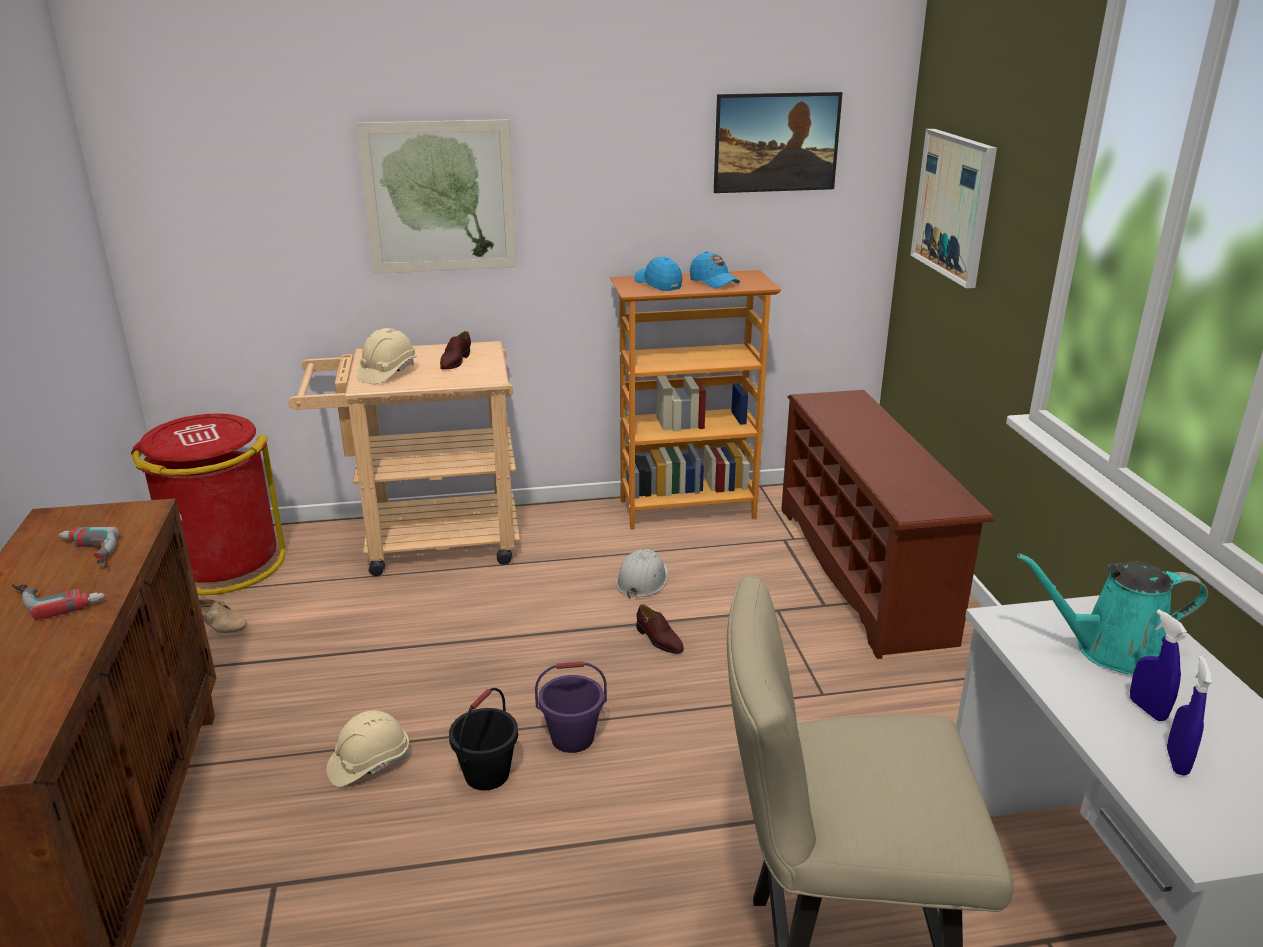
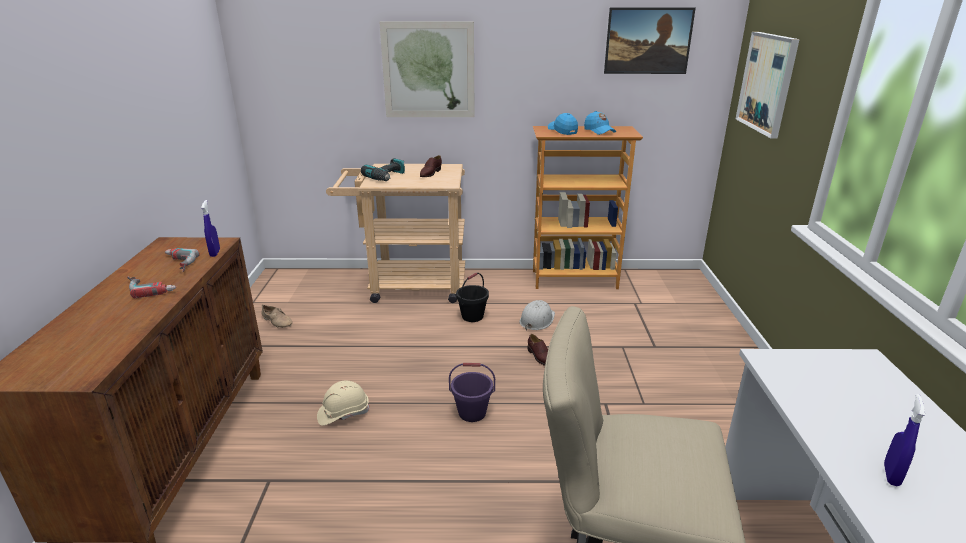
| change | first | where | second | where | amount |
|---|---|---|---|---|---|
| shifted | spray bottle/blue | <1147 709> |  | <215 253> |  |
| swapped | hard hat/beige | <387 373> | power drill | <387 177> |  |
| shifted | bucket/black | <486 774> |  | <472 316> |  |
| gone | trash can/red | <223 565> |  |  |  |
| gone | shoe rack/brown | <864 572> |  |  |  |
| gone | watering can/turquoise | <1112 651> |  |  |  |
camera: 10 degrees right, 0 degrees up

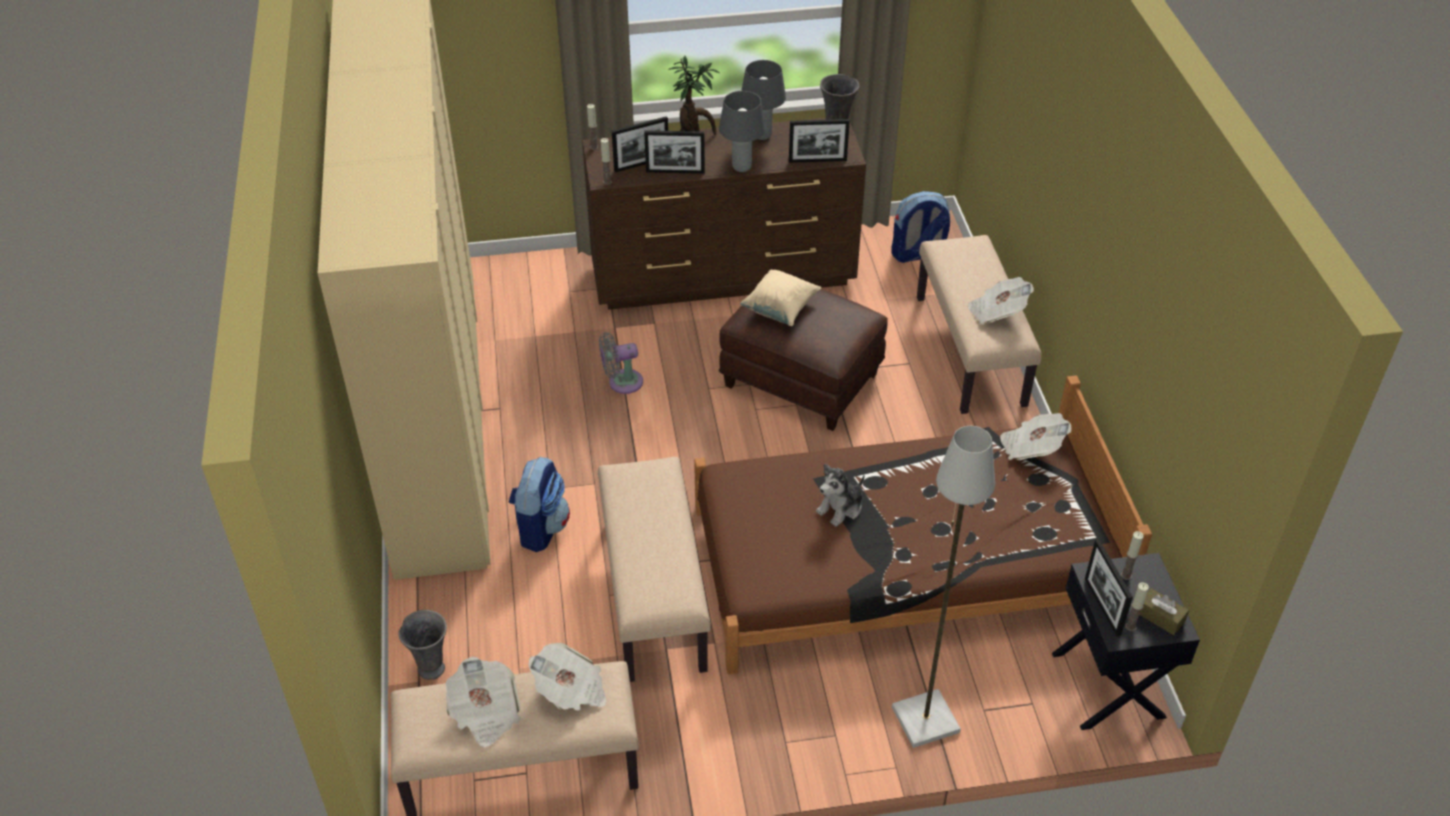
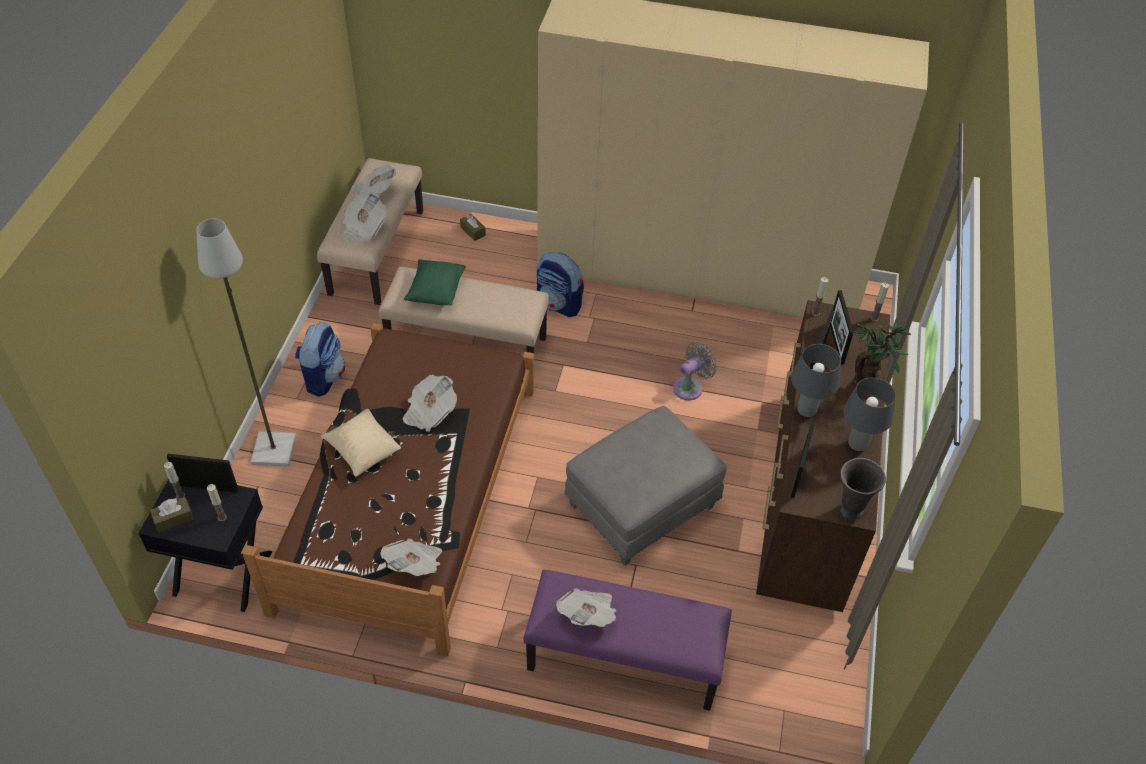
| change | first | where | second | where | amount |
|---|---|---|---|---|---|
| shifted | backpack | <917 255> |  | <323 377> |  |
| shifted | pillow/beige | <780 309> |  | <363 451> |  |
| swapped | plush toy | <840 508> | newspaper | <429 412> |  |
| new |  |  | pillow/green | <436 292> |  |
| swapped | vase/grey | <431 667> | tissue box/brown | <473 231> |  |
| repainted | bench/beige | <971 351> | bench/purple | <623 660> |  |
| repainted | ottoman/brown | <803 380> | ottoman/grey | <641 508> |  |
| rotated | fan/grey | <622 382> |  | <690 387> | 45 degrees clockwise |
camera: 110 degrees right, 5 degrees up

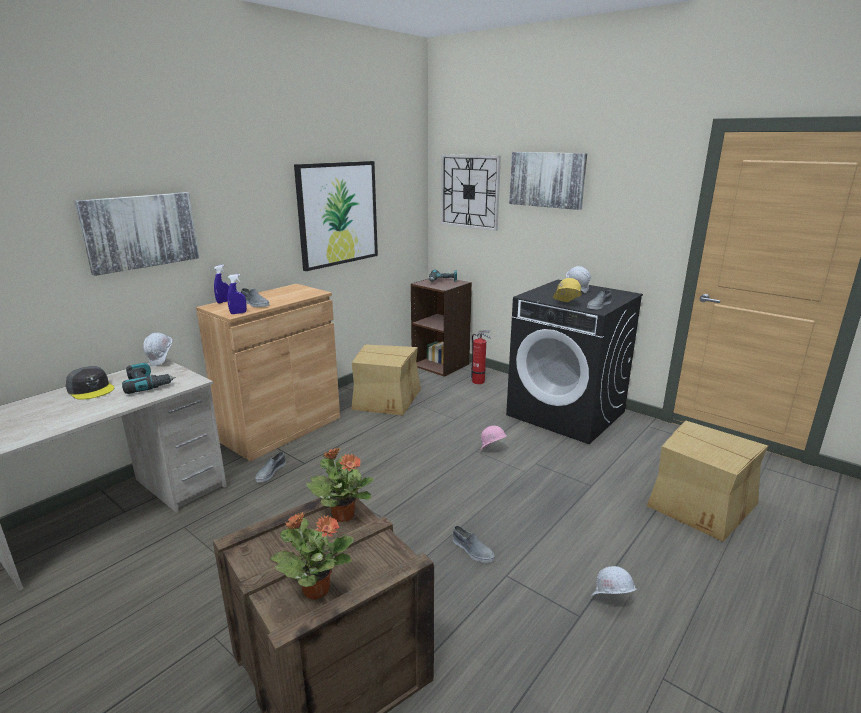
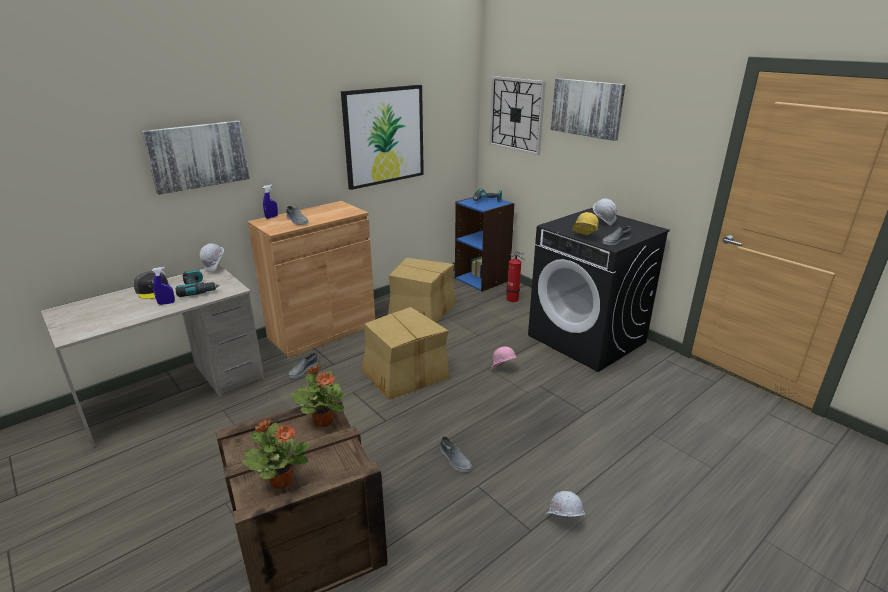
| change | first | where | second | where | amount |
|---|---|---|---|---|---|
| shifted | spray bottle/blue | <238 313> |  | <166 303> |  |
| shifted | cardboard box | <700 504> |  | <404 373> |  |
| repainted | bookcase/brown | <441 364> | bookcase/blue | <482 279> |  |
camera: 10 degrees right, 5 degrees up

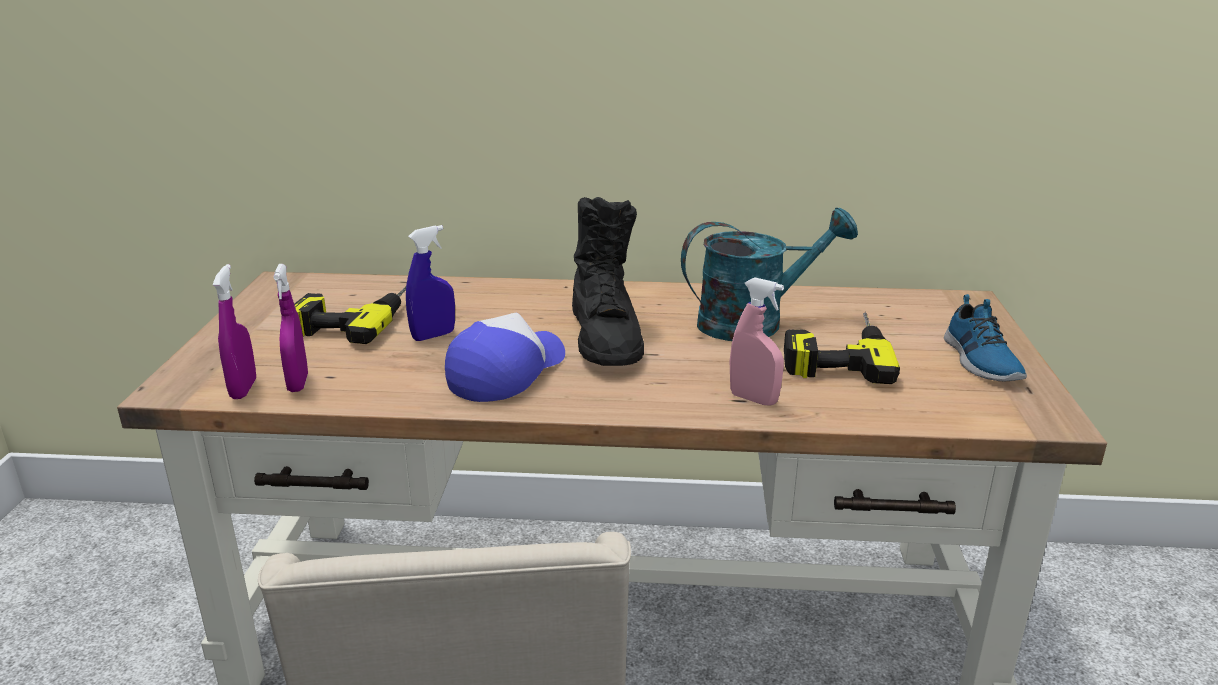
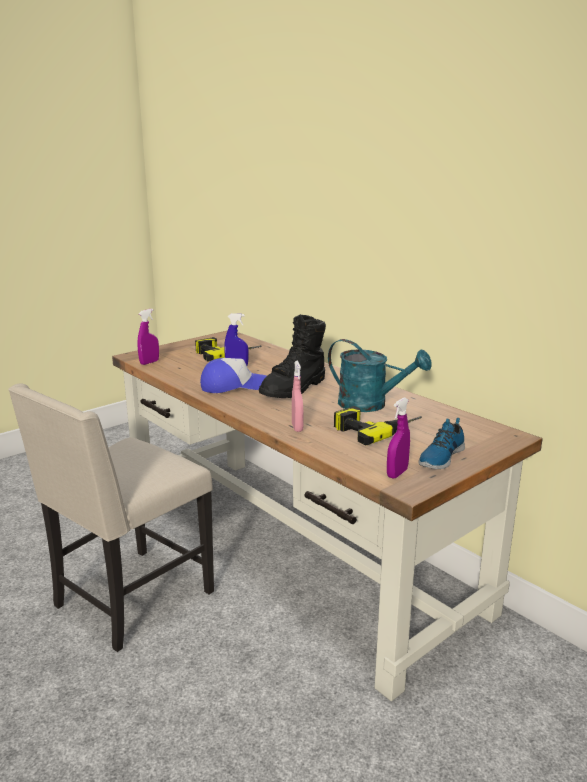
| change | first | where | second | where | amount |
|---|---|---|---|---|---|
| shifted | spray bottle/purple | <298 383> |  | <397 473> |  |
camera: 45 degrees right, 5 degrees down

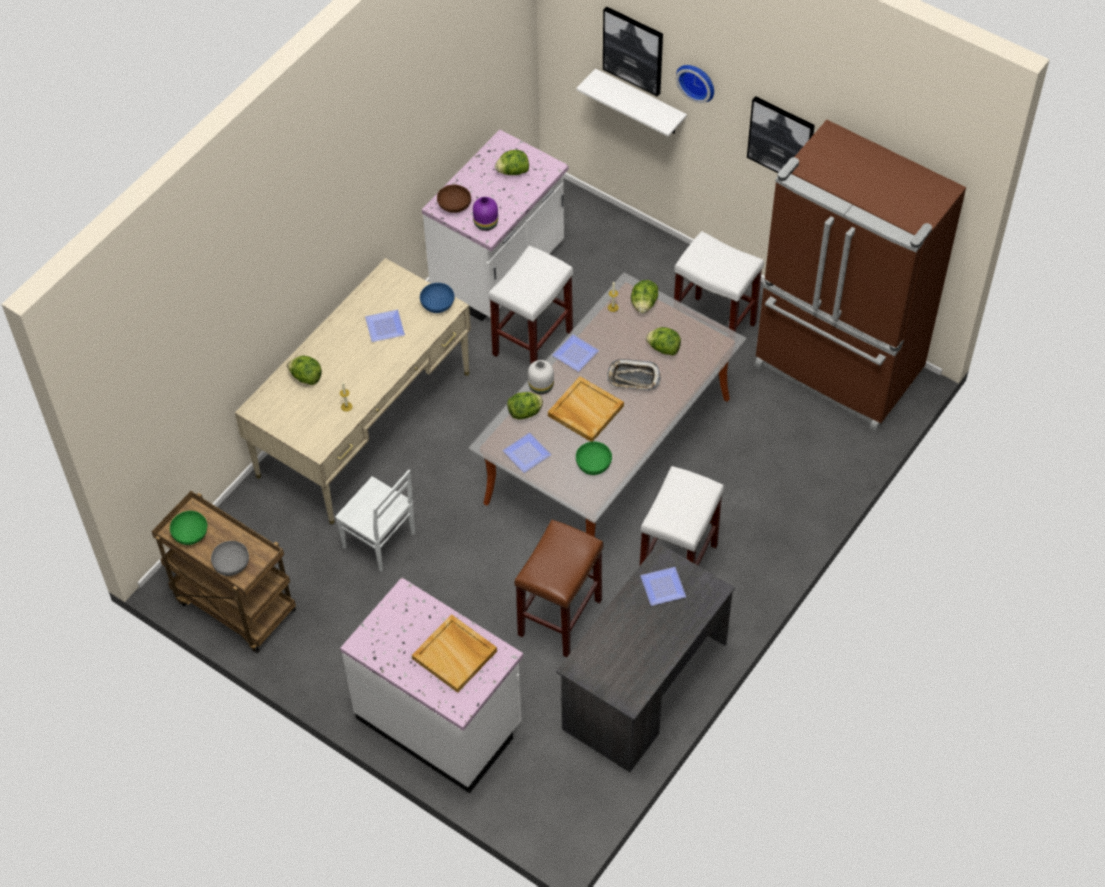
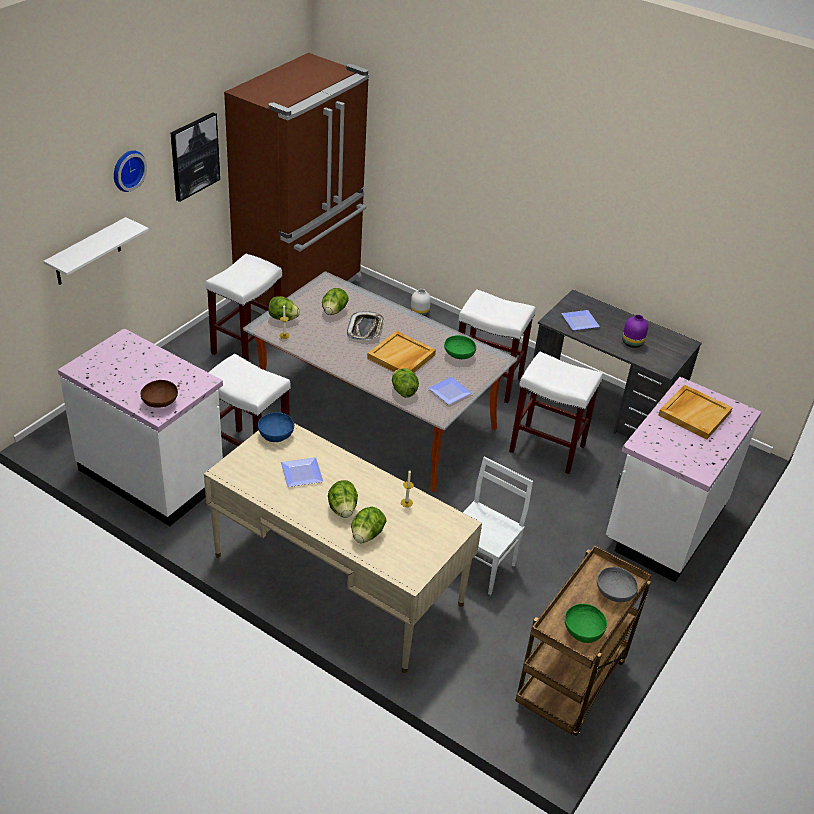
| change | first | where | second | where | amount |
|---|---|---|---|---|---|
| shifted | lettuce | <513 172> |  | <343 509> |  |
| shifted | vase/white | <540 386> |  | <419 314> |  |
| repainted | stool/brown | <560 616> | stool/white | <546 448> |  |
| shifted | vase/purple | <486 223> |  | <631 343> |  |
| gone | plate | <573 354> |  |  |  |
| gone | picture | <633 50> |  |  |  |
camera: 95 degrees left, 15 degrees down

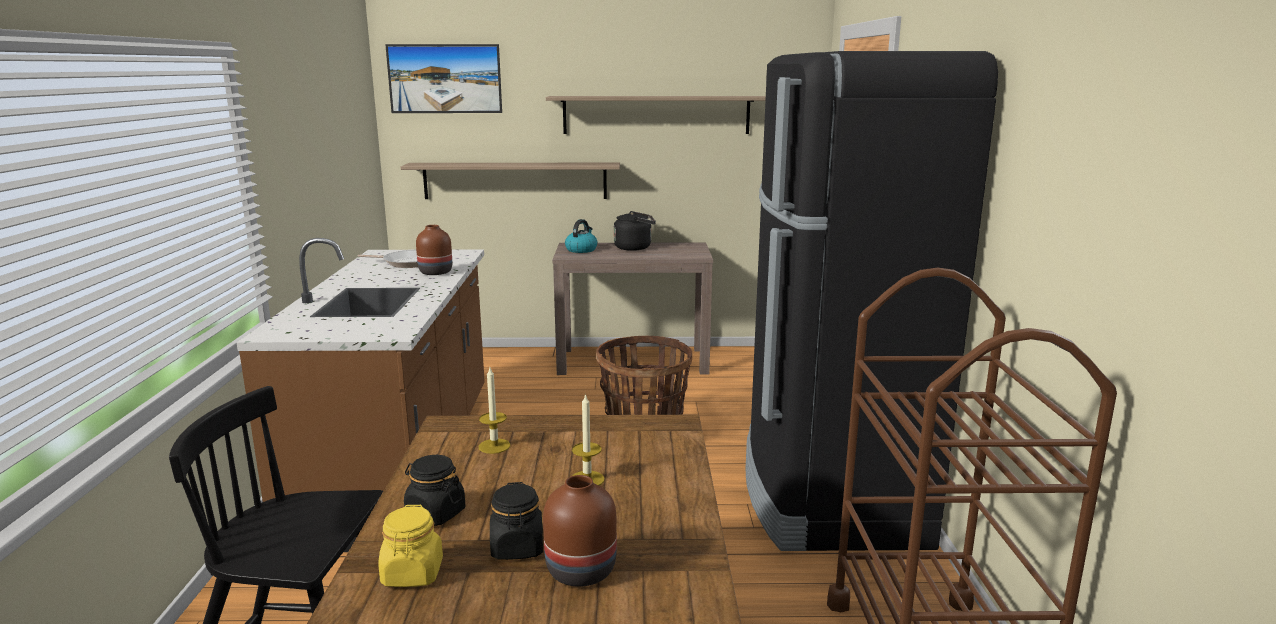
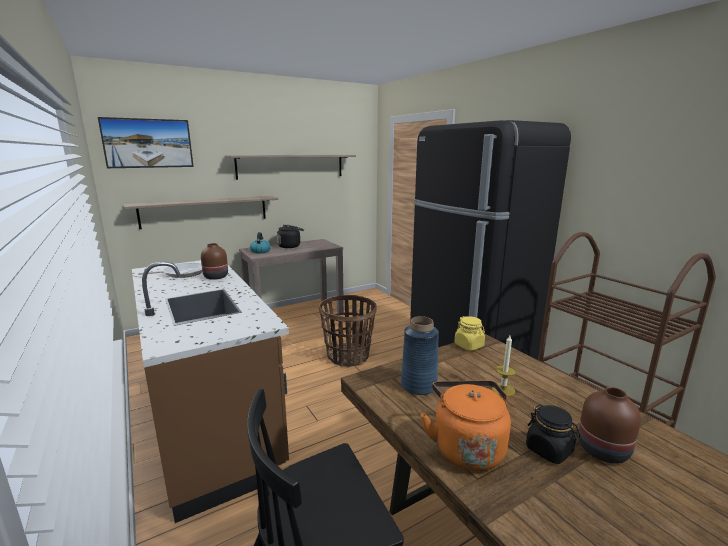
| change | first | where | second | where | amount |
|---|---|---|---|---|---|
| swapped | candle | <494 446> | vase/blue | <418 385> |  |
| swapped | jar/black | <435 513> | kettle/orange | <466 447> |  |
| shifted | jar/yellow | <412 574> |  | <469 345> |  |
camera: 30 degrees left, 0 degrees up

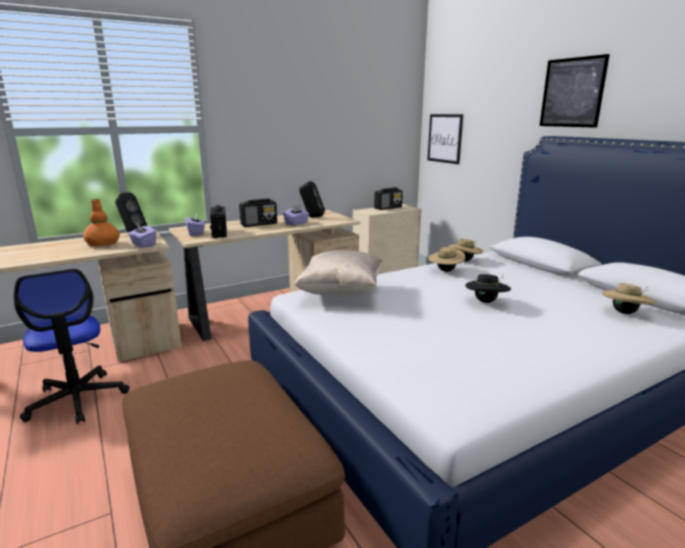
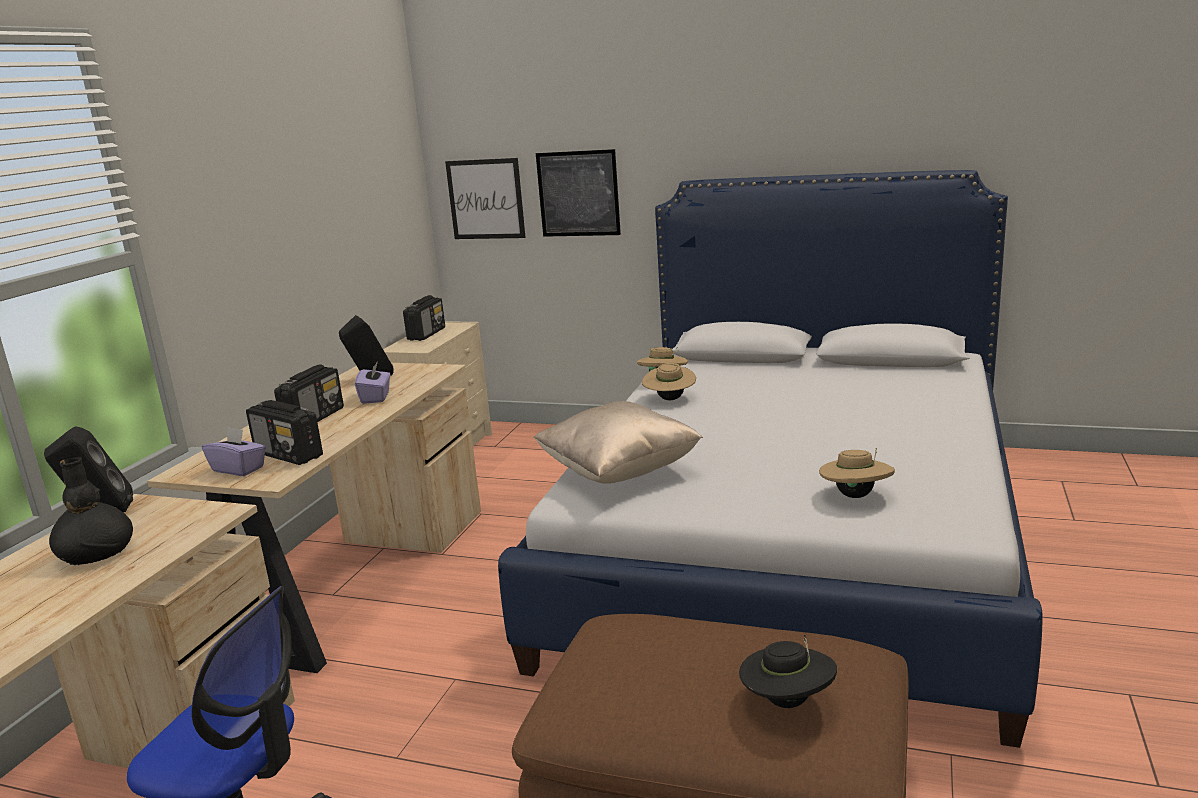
| change | first | where | second | where | amount |
|---|---|---|---|---|---|
| repainted | vase/orange | <102 244> | vase/black | <96 553> |  |
| shifted | picture | <572 92> |  | <578 193> |  |
| shifted | hat/black | <486 301> |  | <787 701> |  |
| shifted | hat/beige | <625 313> |  | <855 495> |  |
| gone | tissue box/purple | <143 244> |  |  |  |
camera: 40 degrees left, 0 degrees up

